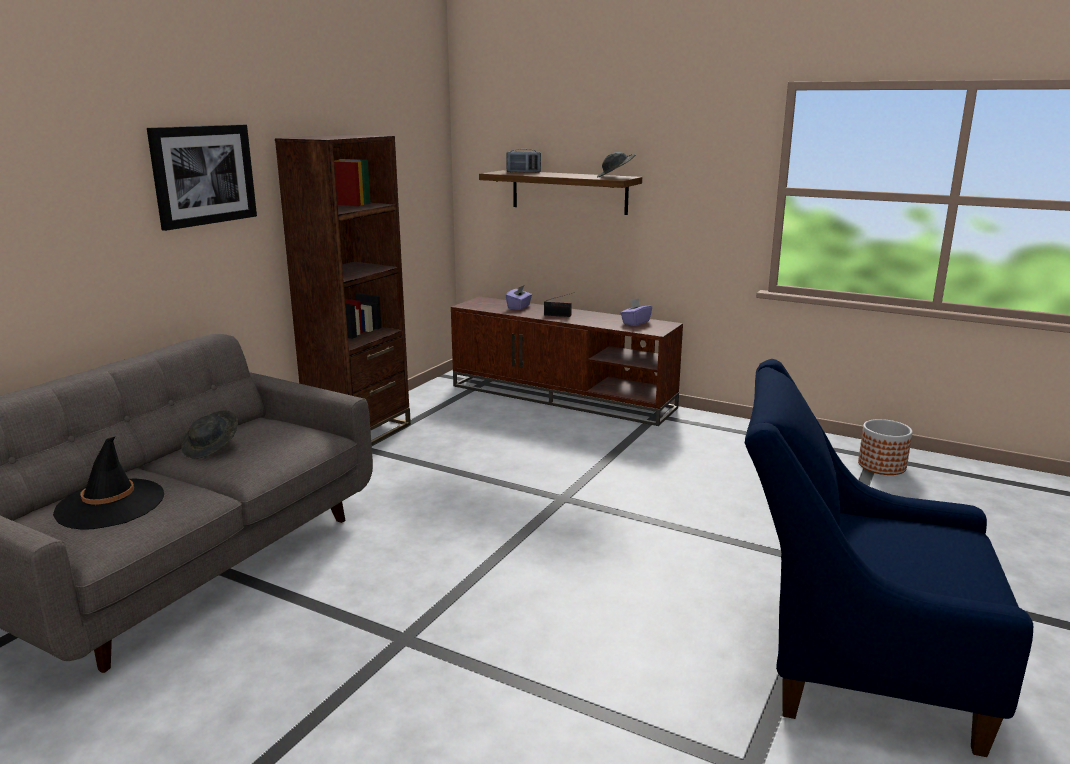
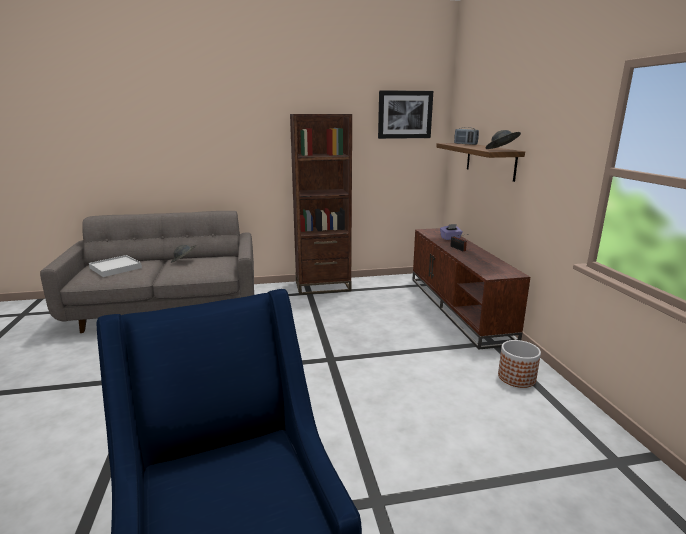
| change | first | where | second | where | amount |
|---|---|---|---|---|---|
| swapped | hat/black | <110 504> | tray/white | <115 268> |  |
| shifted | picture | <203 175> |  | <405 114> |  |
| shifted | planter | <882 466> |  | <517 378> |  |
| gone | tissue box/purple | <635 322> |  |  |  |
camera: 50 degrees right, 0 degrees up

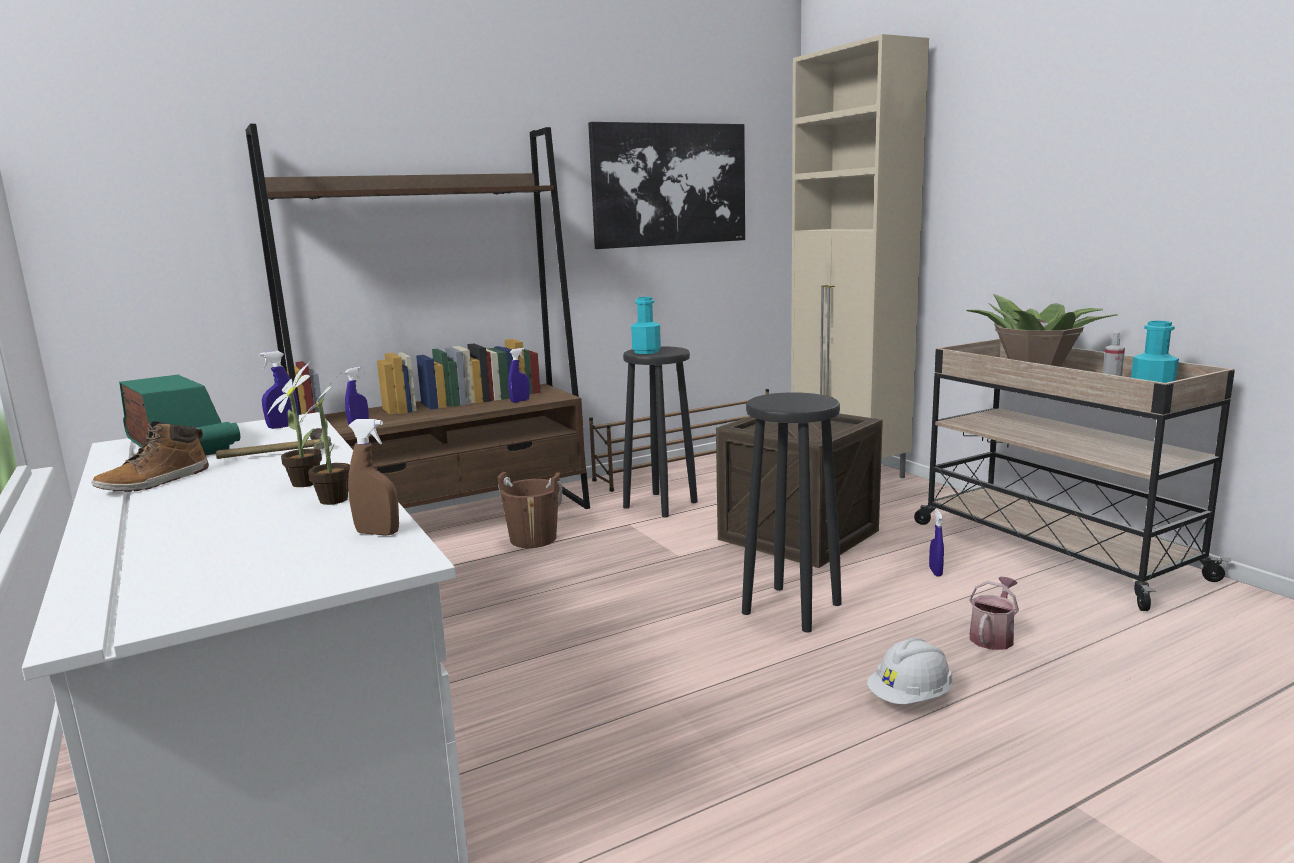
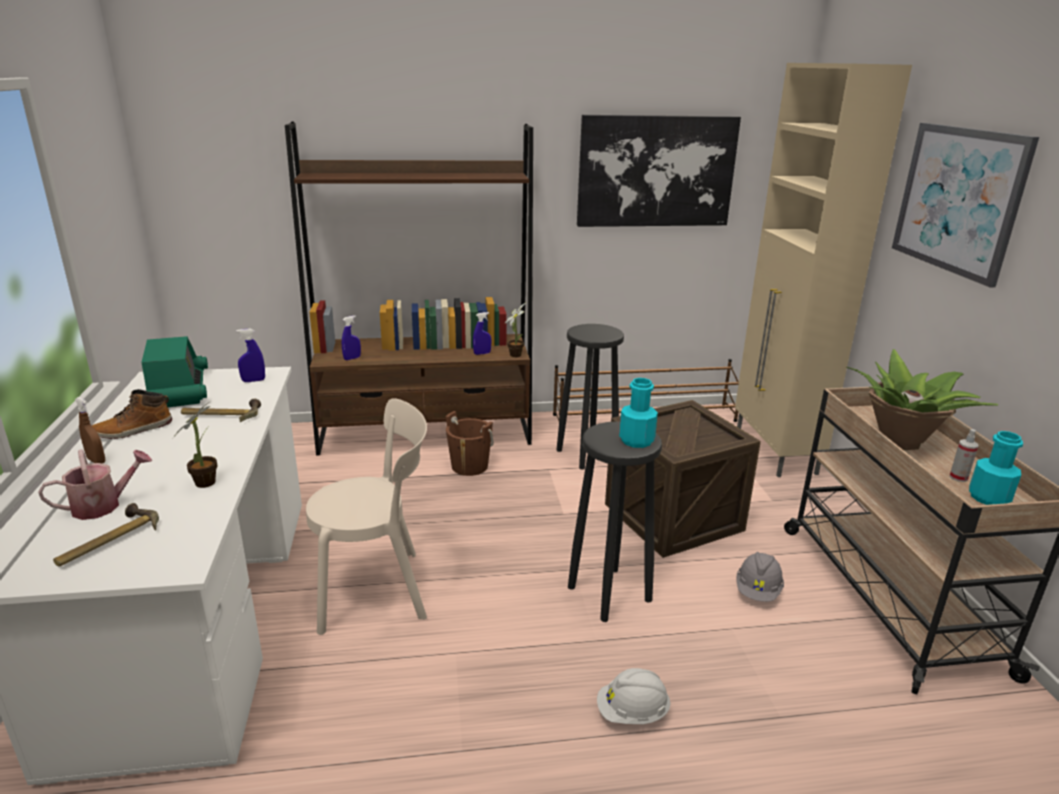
| change | first | where | second | where | amount |
|---|---|---|---|---|---|
| shifted | watering can | <993 636> |  | <103 505> |  |
| new |  |  | hammer | <108 541> |  |
| shifted | spray bottle/brown | <377 533> |  | <96 461> |  |
| new |  |  | chair/beige | <377 590> |  |
| shifted | potted plant | <306 482> |  | <515 354> |  |
| shifted | bottle/turquoise | <646 351> |  | <636 440> |  |
| swapped | spray bottle/blue | <935 572> | hard hat/grey | <758 591> |  |
| new |  |  | picture | <958 200> |  |
camera: 20 degrees right, 10 degrees up

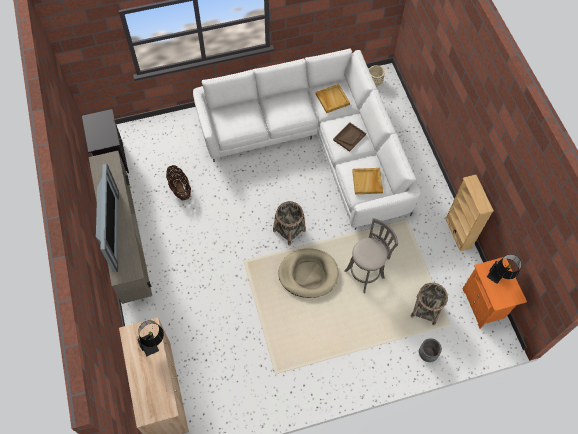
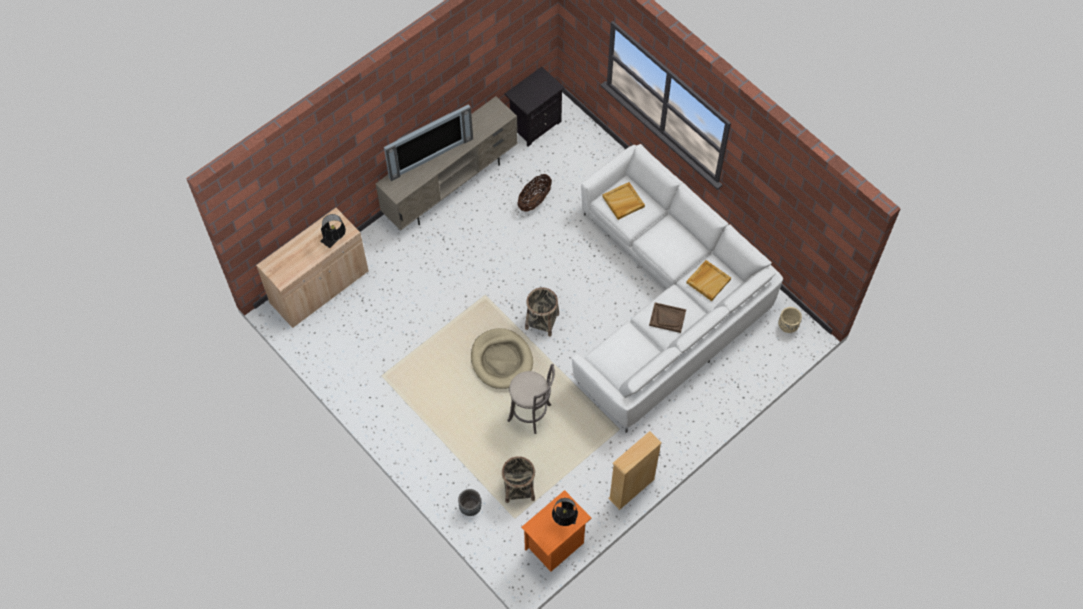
| change | first | where | second | where | amount |
|---|---|---|---|---|---|
| shifted | tray/beige | <367 182> |  | <623 202> |  |
camera: 65 degrees right, 0 degrees up

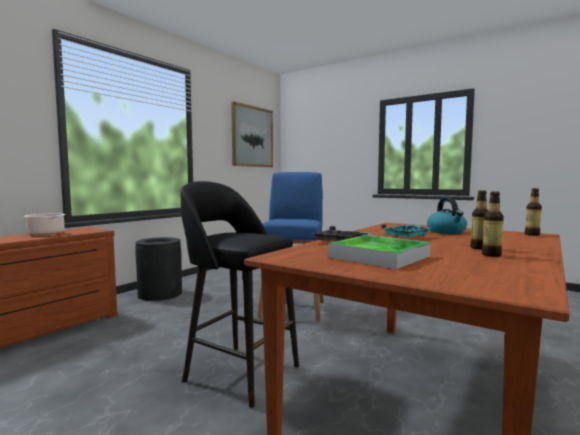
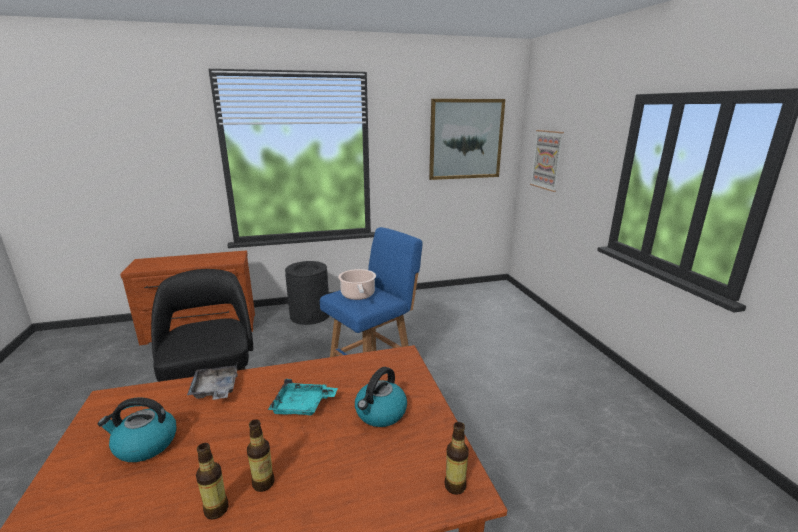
| change | first | where | second | where | amount |
|---|---|---|---|---|---|
| swapped | tray | <379 256> | kettle | <145 445> |  |
| shifted | cooking pot | <47 233> |  | <358 295> |  |
| new |  |  | picture | <547 160> |  |
camera: 40 degrees right, 15 degrees up

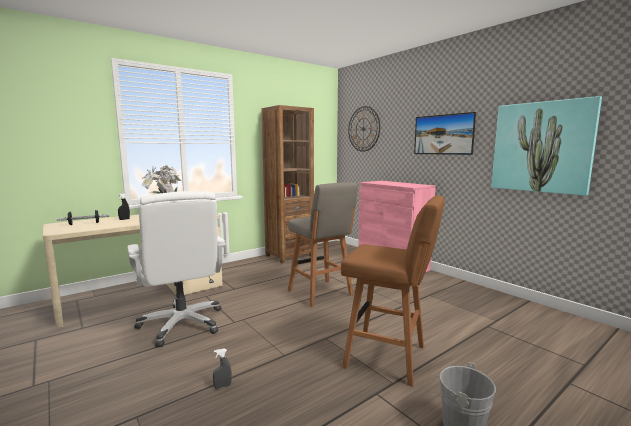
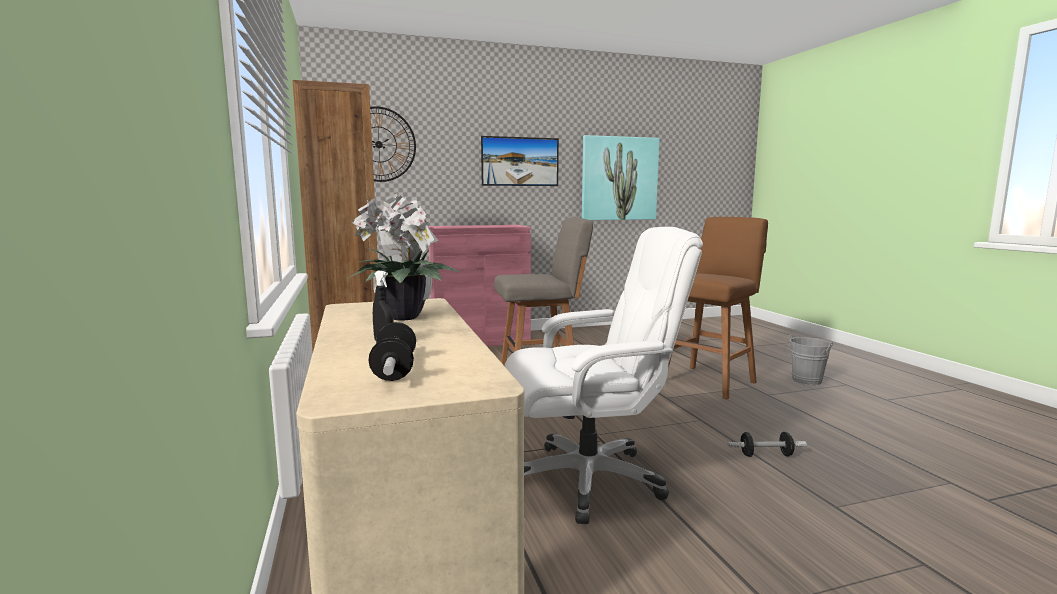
| change | first | where | second | where | amount |
|---|---|---|---|---|---|
| swapped | spray bottle/grey | <222 386> | dumbbell | <766 455> |  |
camera: 70 degrees left, 0 degrees up

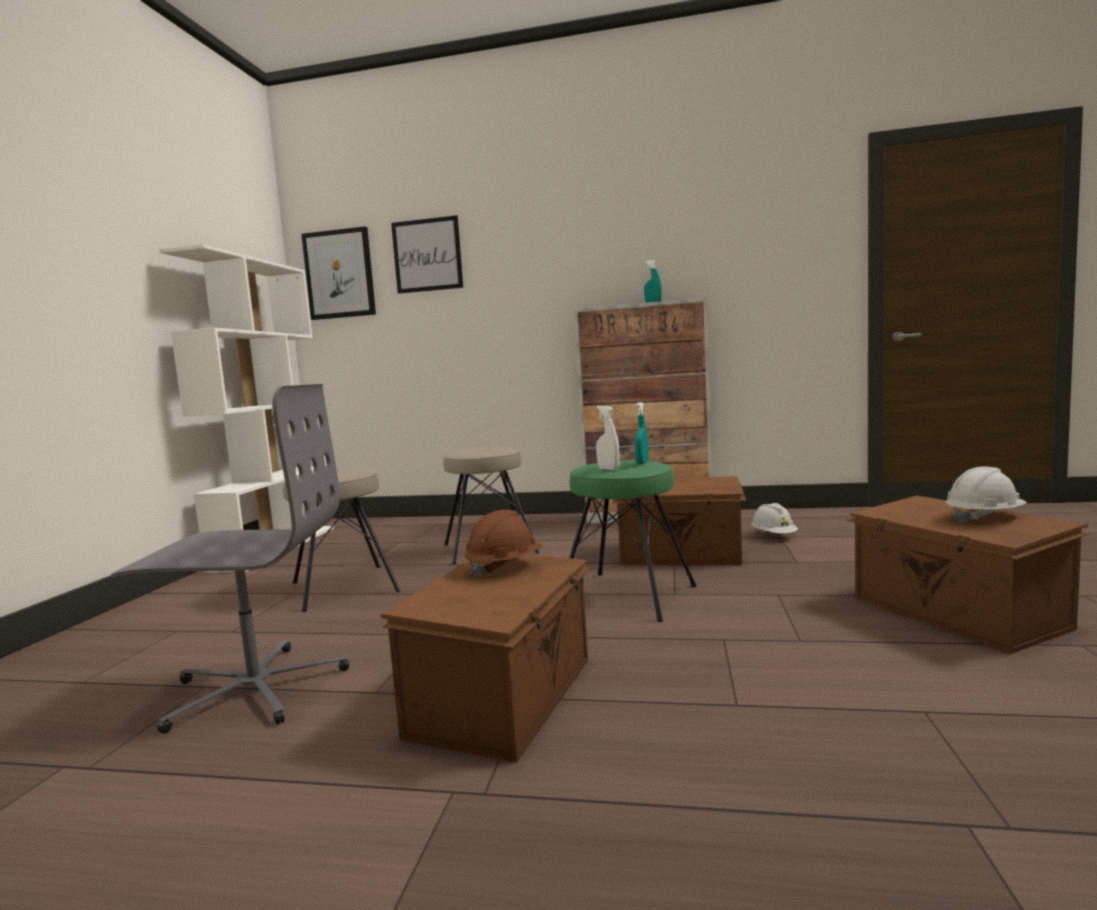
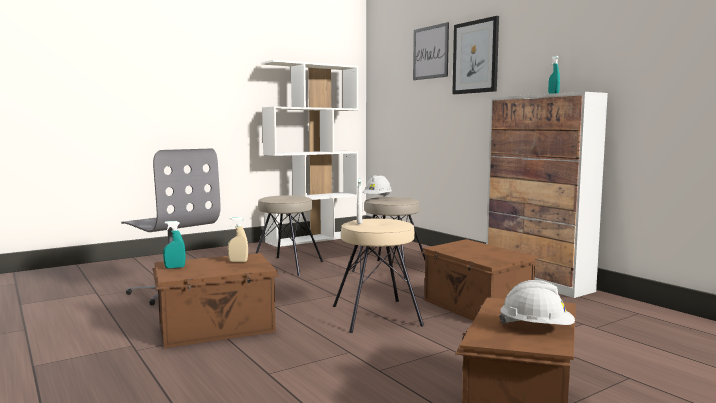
| change | first | where | second | where | amount |
|---|---|---|---|---|---|
| shifted | spray bottle/turquoise | <642 463> |  | <175 267> |  |
| swapped | hard hat/brown | <504 567> | spray bottle/beige | <238 261> |  |
| repainted | stool/green | <627 595> | stool/beige | <377 315> |  |
| shifted | hard hat/white | <774 536> |  | <377 198> |  |
| shifted | picture | <339 274> |  | <475 57> |  |
camera: 45 degrees right, 0 degrees up

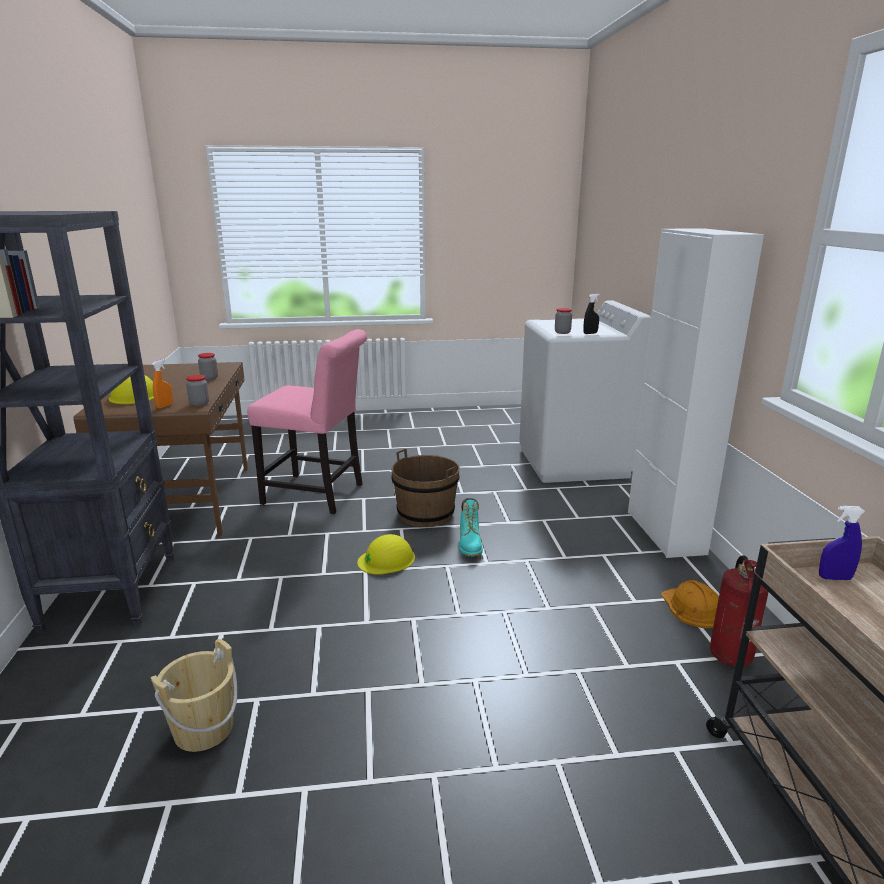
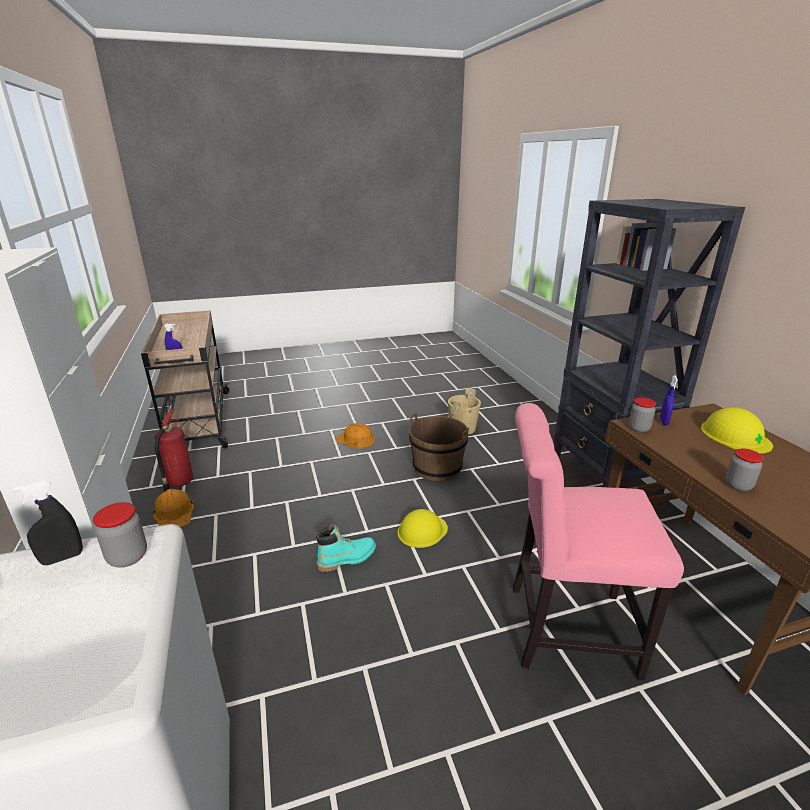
| change | first | where | second | where | amount |
|---|---|---|---|---|---|
| rotated | boot/turquoise | <470 545> |  | <347 558> | 75 degrees clockwise |
| new |  |  | hard hat/orange | <356 440> |  |
| shifted | bucket/brown | <426 514> |  | <437 468> |  |
| repainted | spray bottle/orange | <165 406> | spray bottle/blue | <663 421> |  |
camera: 170 degrees right, 5 degrees up

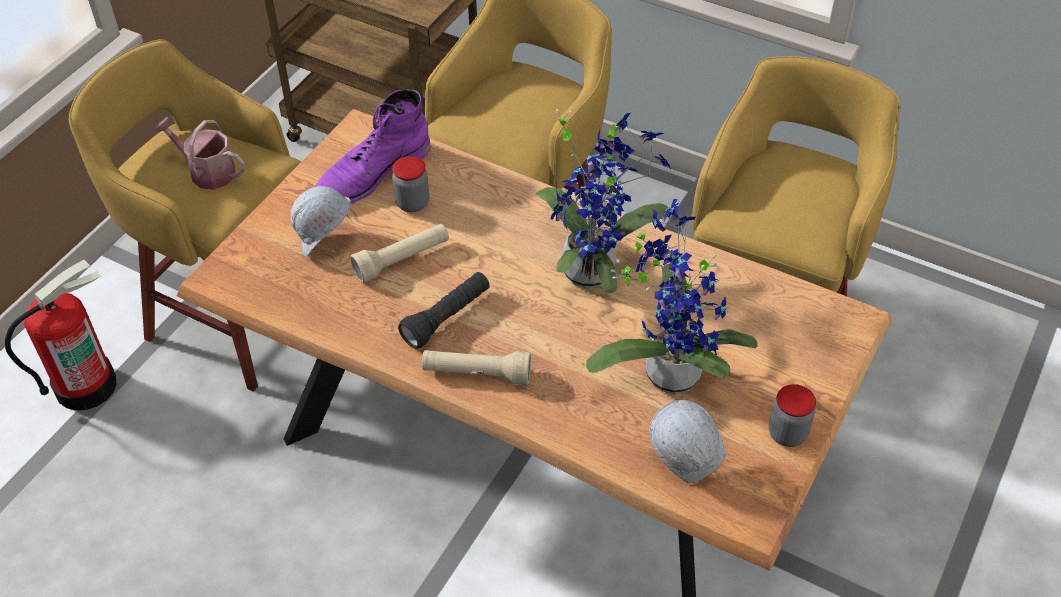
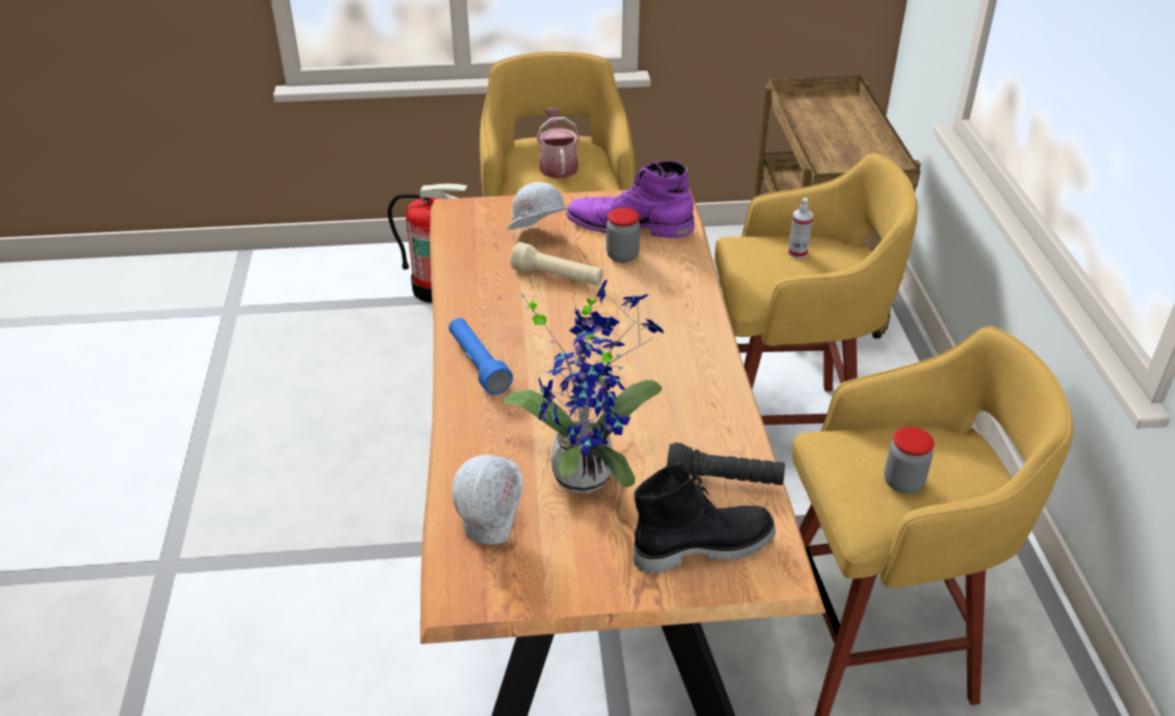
| change | first | where | second | where | amount |
|---|---|---|---|---|---|
| repainted | flashlight/beige | <476 374> | flashlight/blue | <478 364> |  |
| new |  |  | boot/black | <702 546> |  |
| shifted | flashlight/black | <447 318> |  | <724 480> |  |
| new |  |  | spray bottle | <797 253> |  |
| shifted | jar | <787 434> |  | <903 482> |  |
| gone | potted plant | <594 268> |  |  |  |
camera: 55 degrees right, 10 degrees down

